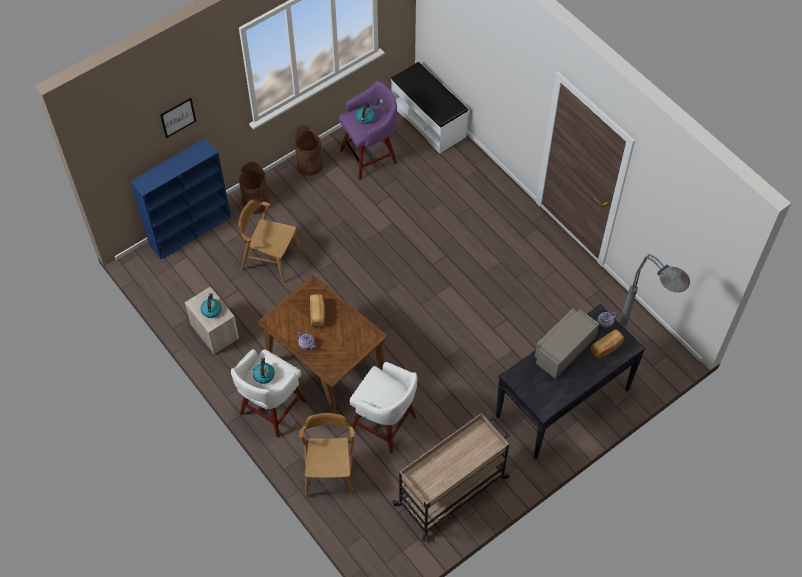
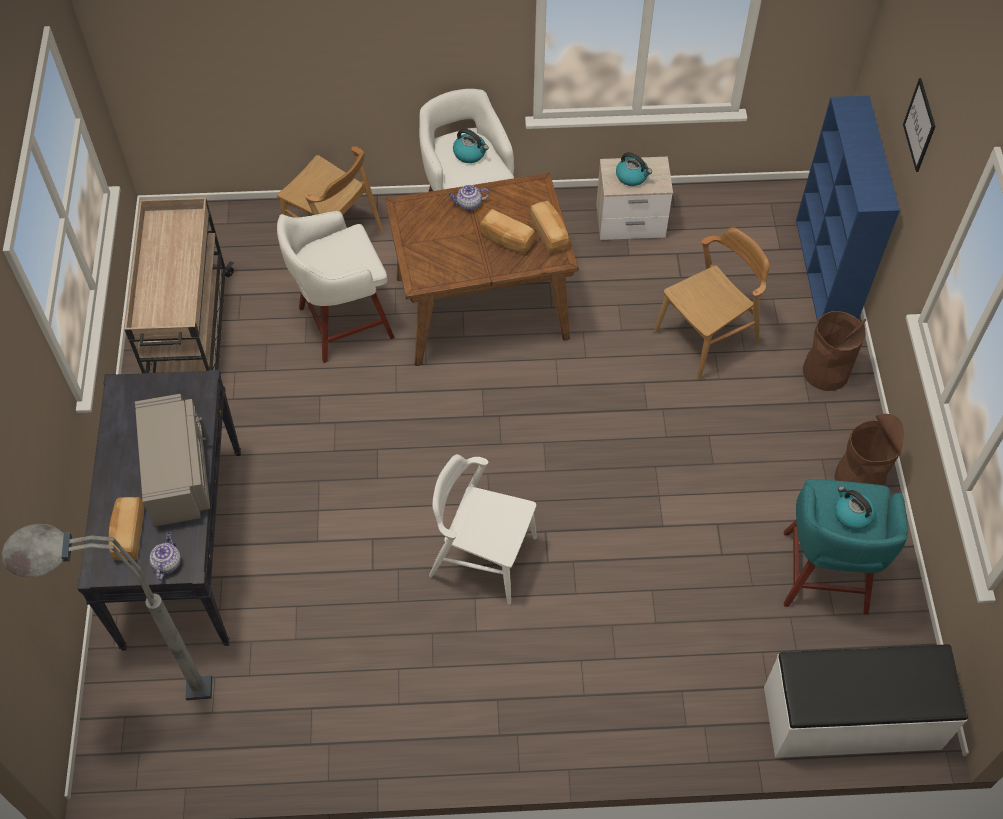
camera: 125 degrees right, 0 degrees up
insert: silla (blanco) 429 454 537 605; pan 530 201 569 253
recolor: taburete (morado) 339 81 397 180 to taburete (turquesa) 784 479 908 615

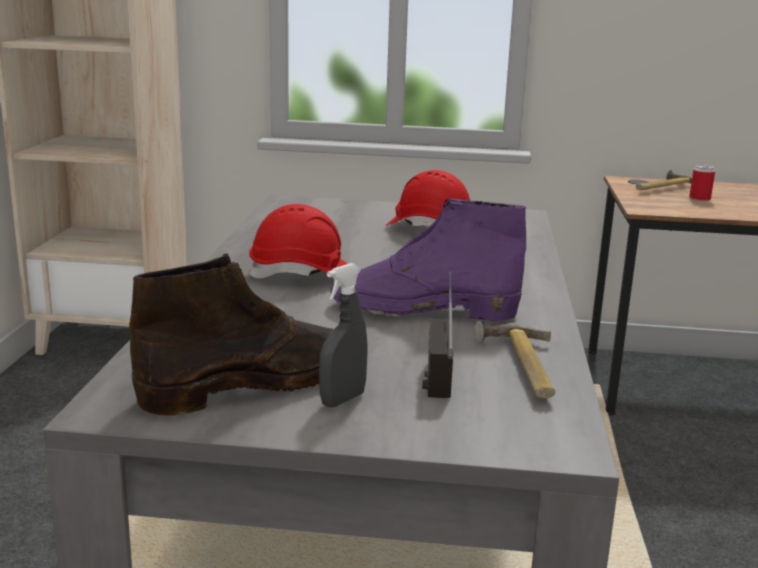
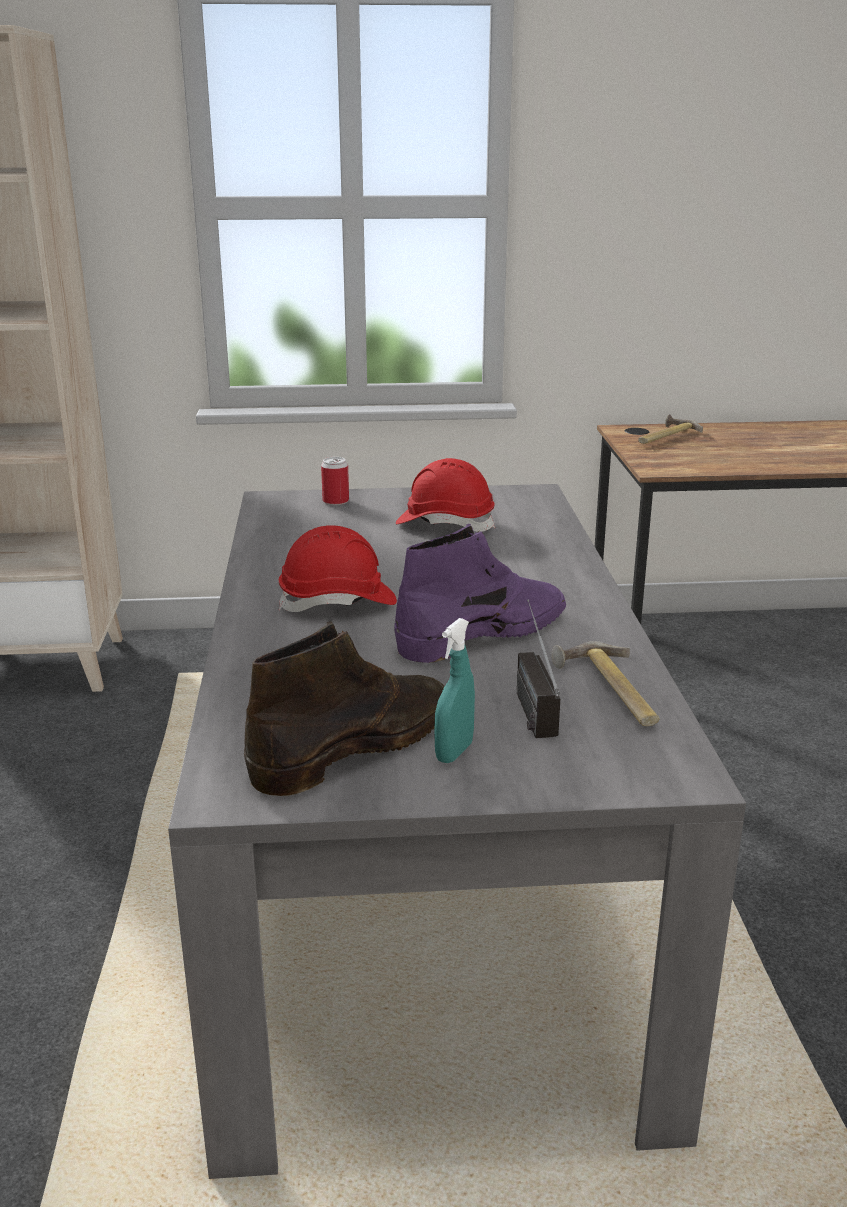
camera: 10 degrees left, 5 degrees up
move: lata 689 164 715 201 to 321 457 349 505
recolor: pulverizador (gris) 319 263 368 407 to pulverizador (turquesa) 434 618 475 763
rotate: bota (morado) 331 199 526 321 = 394 524 566 663 150 degrees clockwise

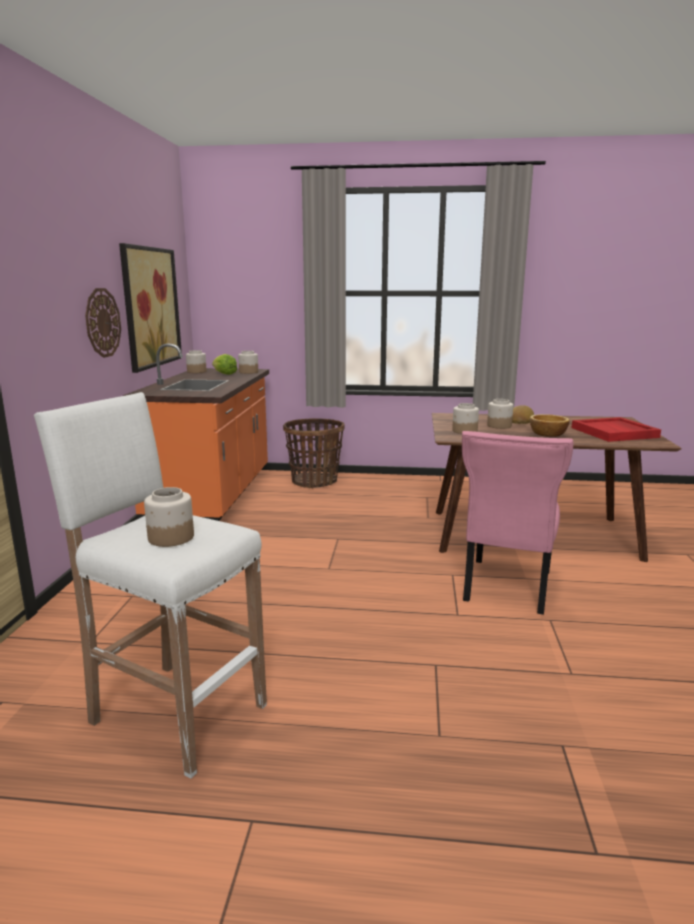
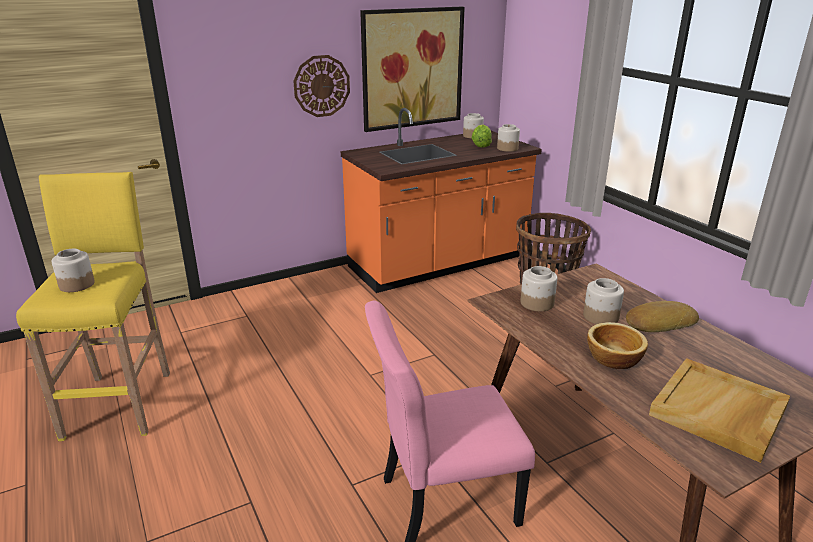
camera: 55 degrees right, 10 degrees up
recolor: taburete (blanco) 34 392 267 778 to taburete (amarillo) 16 172 170 441; bandeja (rojo) 572 417 661 442 to bandeja (beis) 649 358 790 463

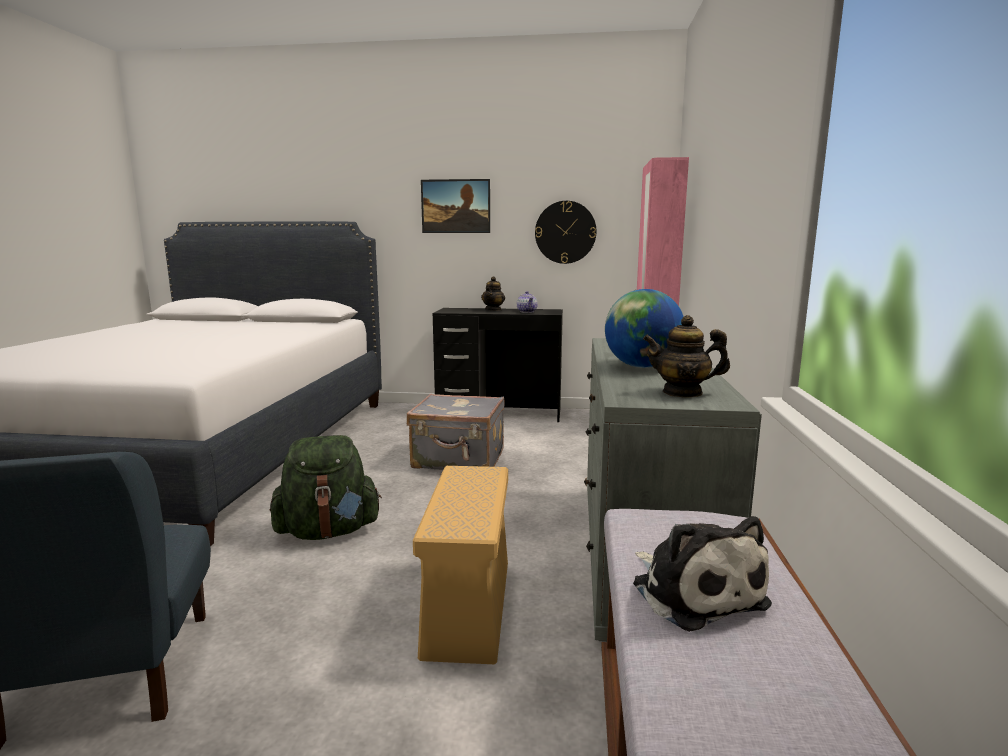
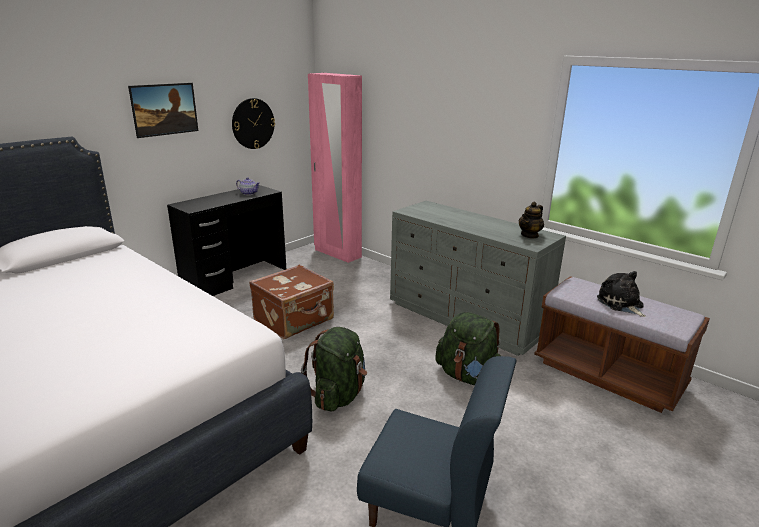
camera: 55 degrees left, 10 degrees up
delete: tetera 481 276 505 311; globo terráqueo 605 289 684 368
replace: caja de almacenaje (beis) 413 466 508 664 to mochila (verde) 435 312 501 385
recolor: maleta (gris) 407 394 505 470 to maleta (marrón) 249 264 334 339
rotate: peluche 633 516 772 632 = 597 271 646 317 120 degrees counterclockwise

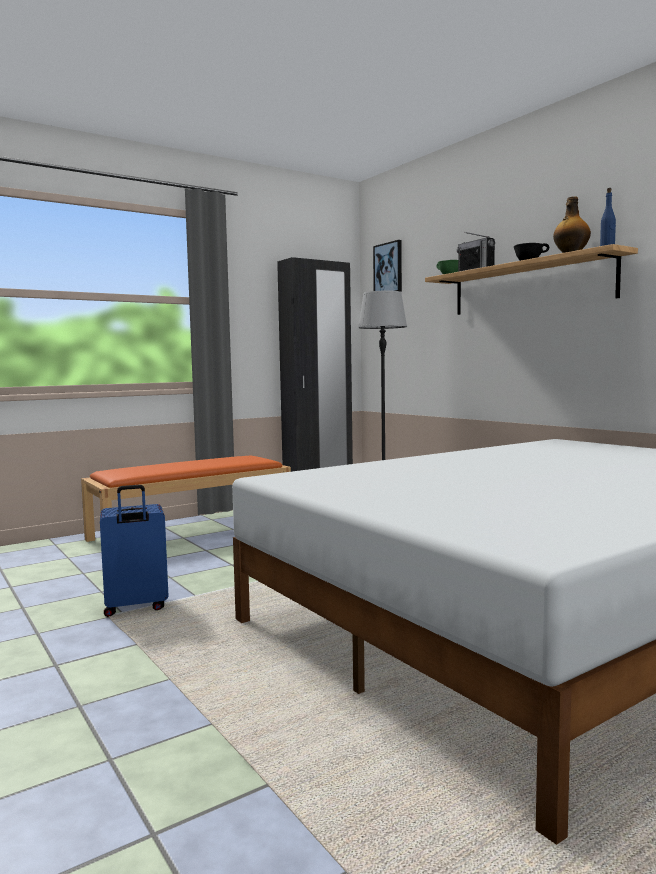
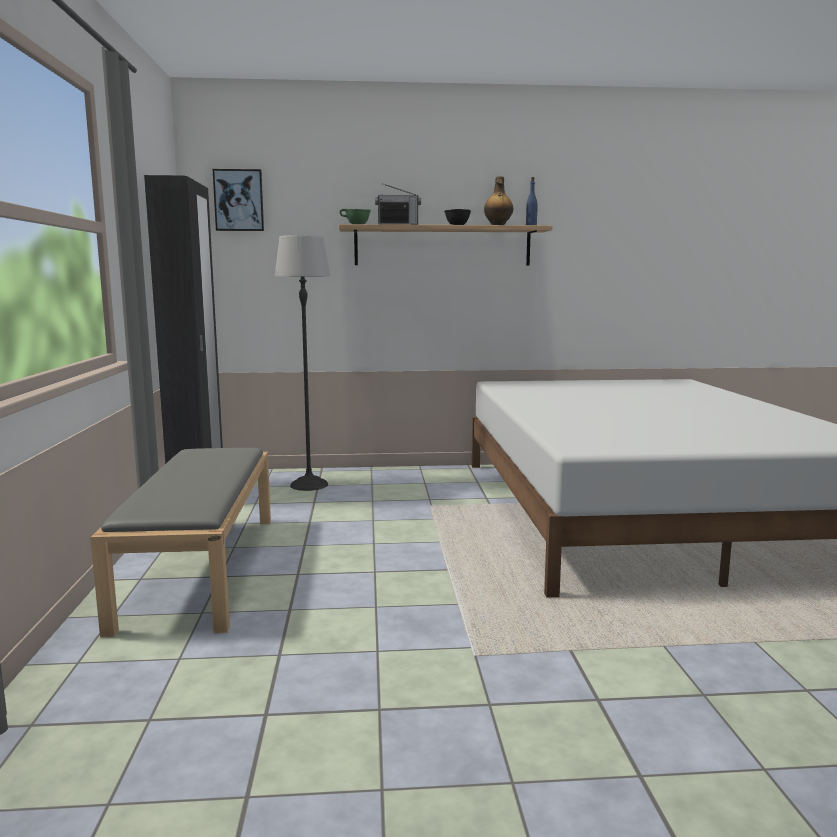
camera: 60 degrees left, 5 degrees up
delete: maleta (azul) 100 485 169 617
recolor: banco (naranja) 81 456 291 542 to banco (gris) 90 448 271 637

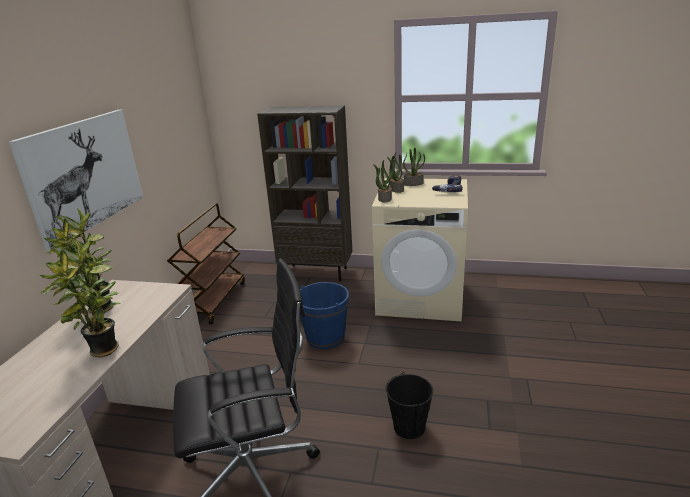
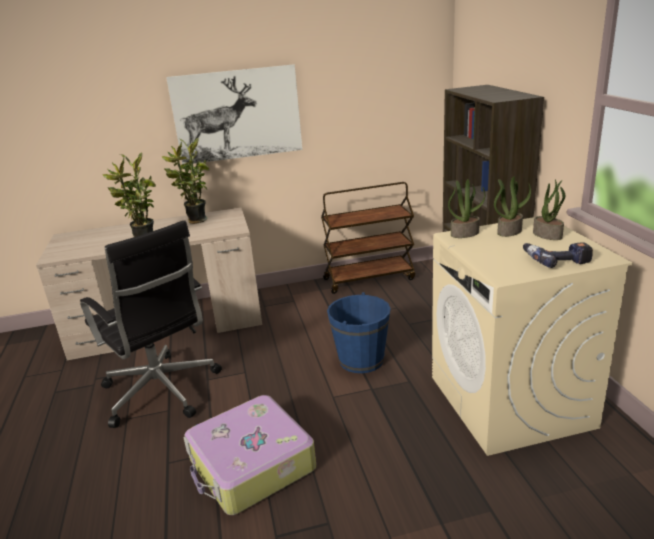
camera: 65 degrees right, 0 degrees up
replace: cubo (negro) 385 372 433 439 to maleta 184 395 316 515

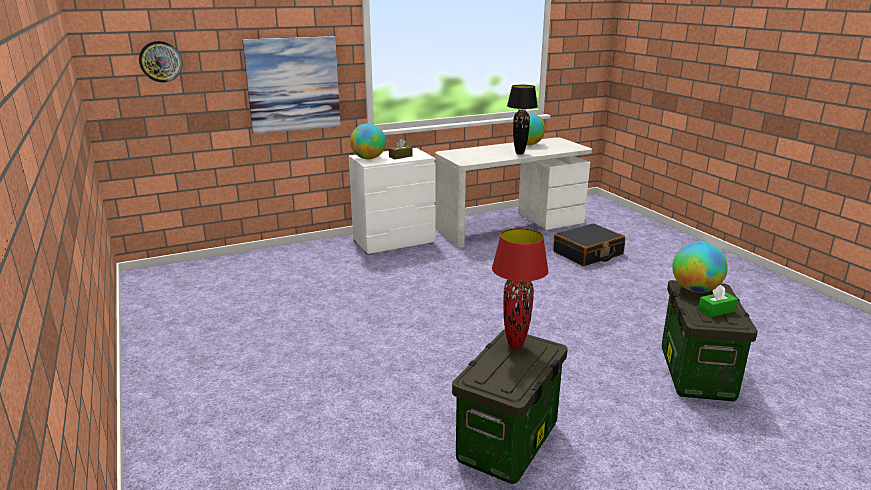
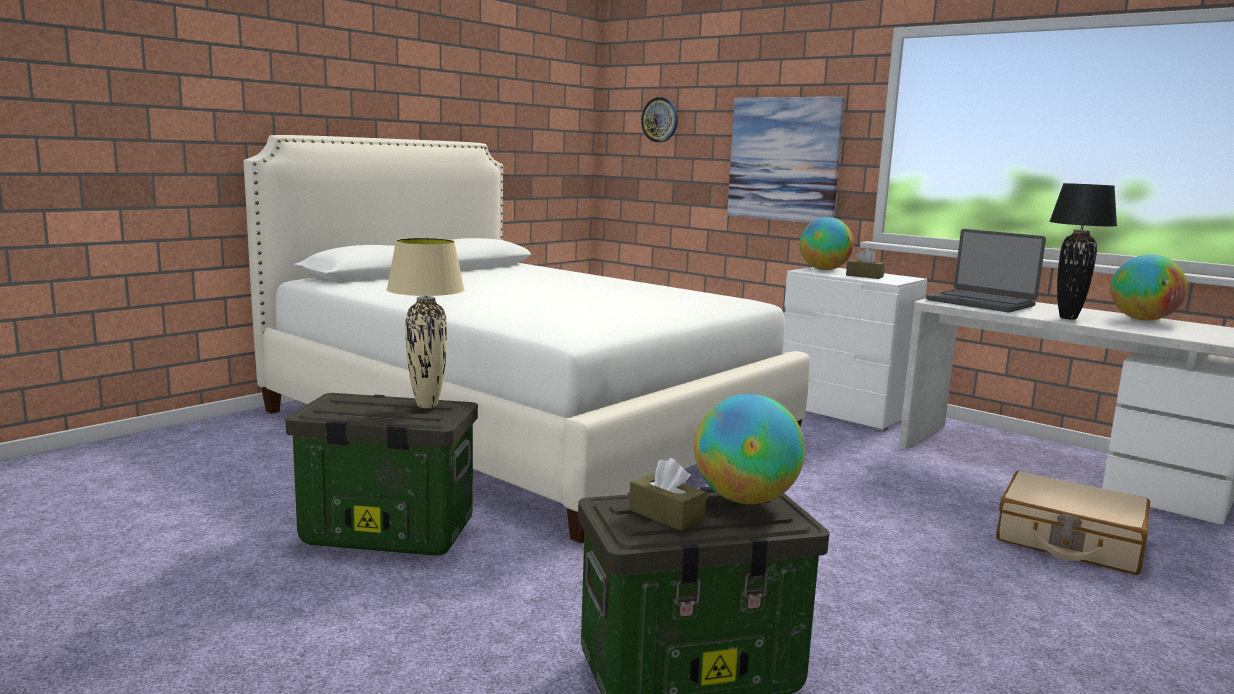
camera: 65 degrees right, 10 degrees down
insert: cama (blanco) 244 135 810 543; portátil 926 229 1046 312
recolor: lámpara de mesa (rojo) 492 228 549 349 to lámpara de mesa (beis) 386 238 465 408; maleta (negro) 553 223 625 266 to maleta (beis) 996 471 1150 575; caja de pañuelos (verde) 698 285 738 317 to caja de pañuelos (marrón) 629 458 706 531

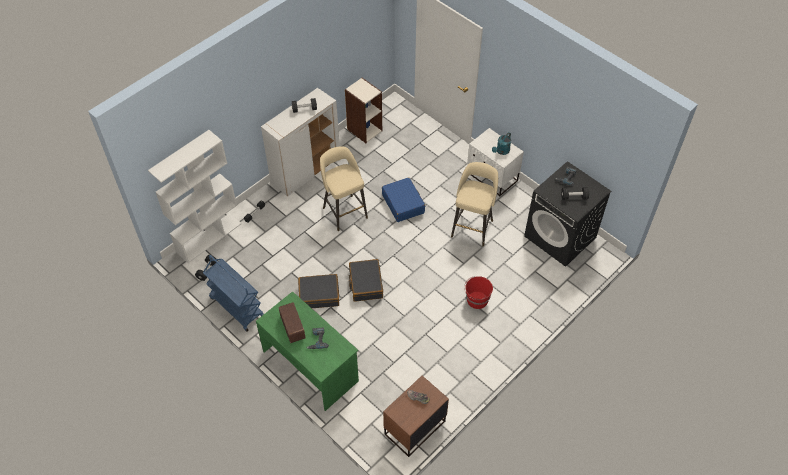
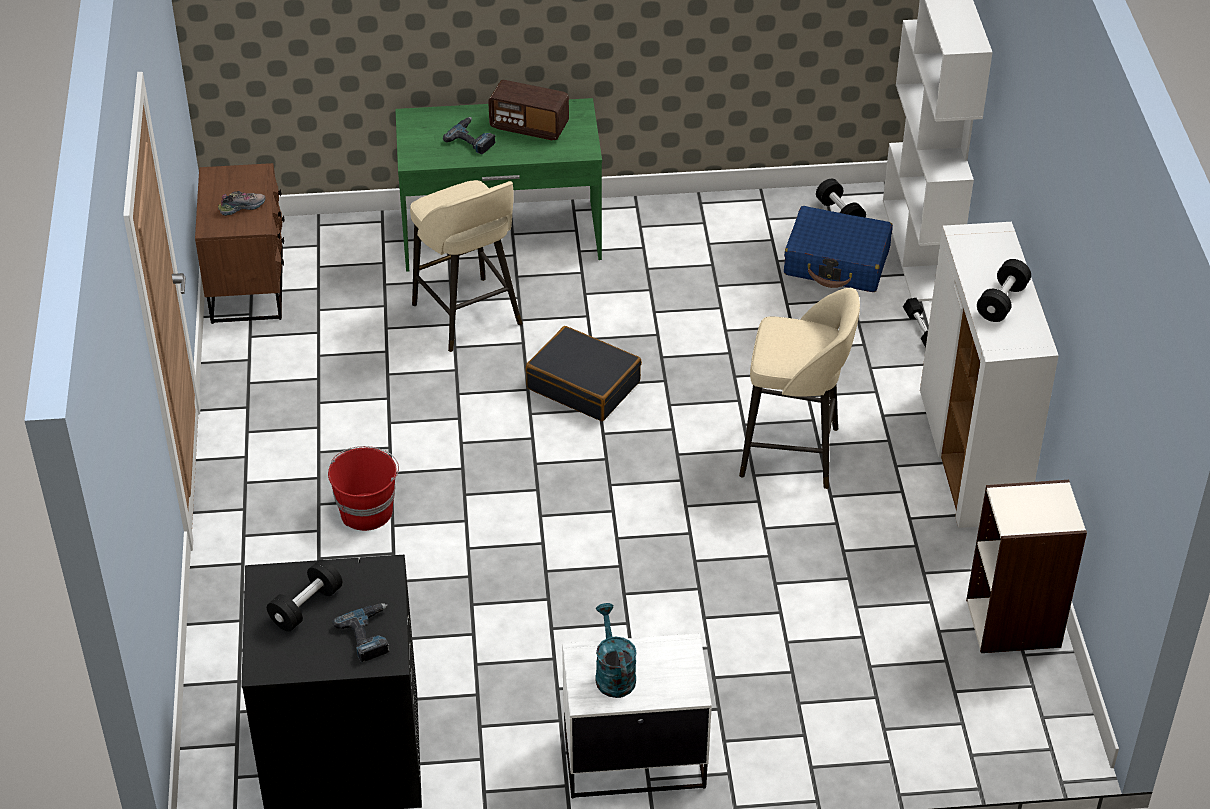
camera: 130 degrees right, 10 degrees down
delete: carrito (azul) 203 255 264 332; maleta (negro) 298 274 339 308
move: maleta (azul) 382 177 425 222 to 784 206 893 292; taburete (beis) 451 162 498 246 to 410 180 522 352

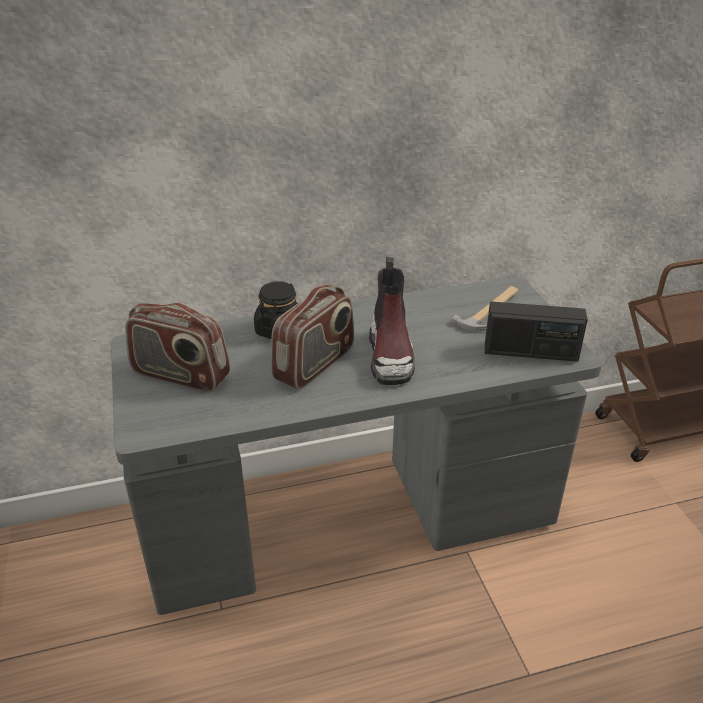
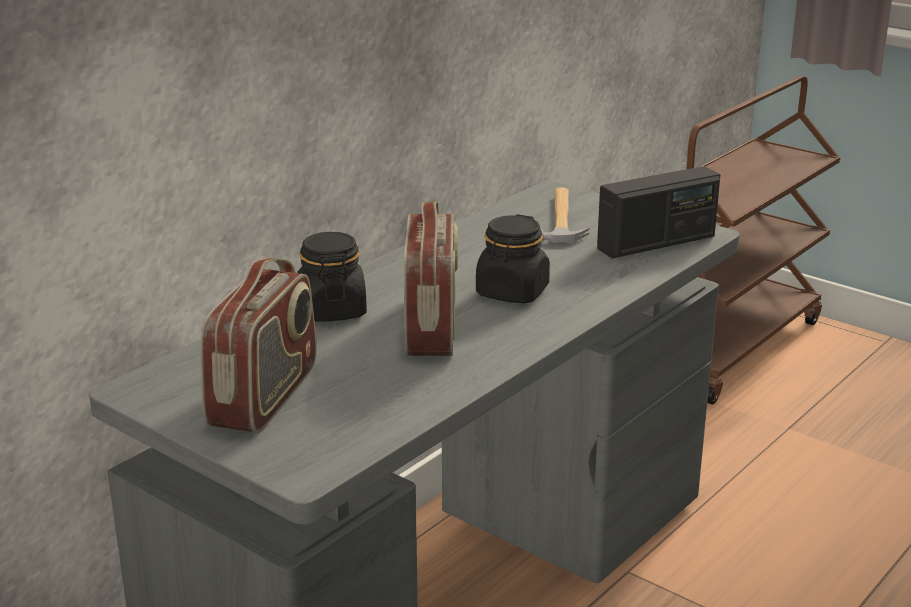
camera: 35 degrees left, 10 degrees down
replace: bota 369 257 415 385 to tarro (negro) 476 214 550 304
rotate: radio 125 303 230 392 = 200 258 317 433 60 degrees counterclockwise

